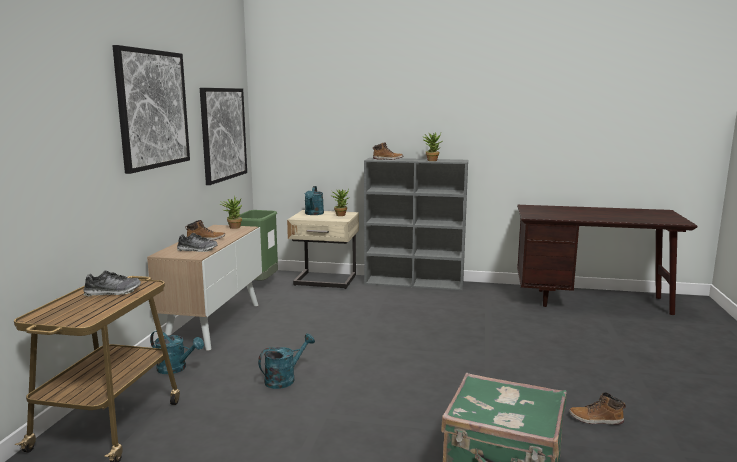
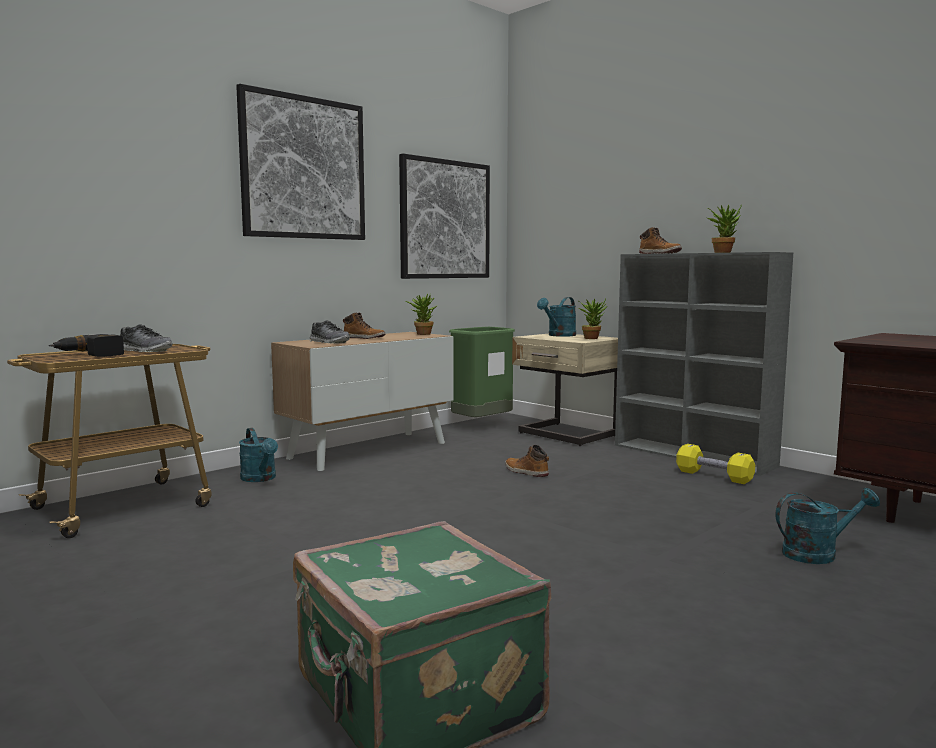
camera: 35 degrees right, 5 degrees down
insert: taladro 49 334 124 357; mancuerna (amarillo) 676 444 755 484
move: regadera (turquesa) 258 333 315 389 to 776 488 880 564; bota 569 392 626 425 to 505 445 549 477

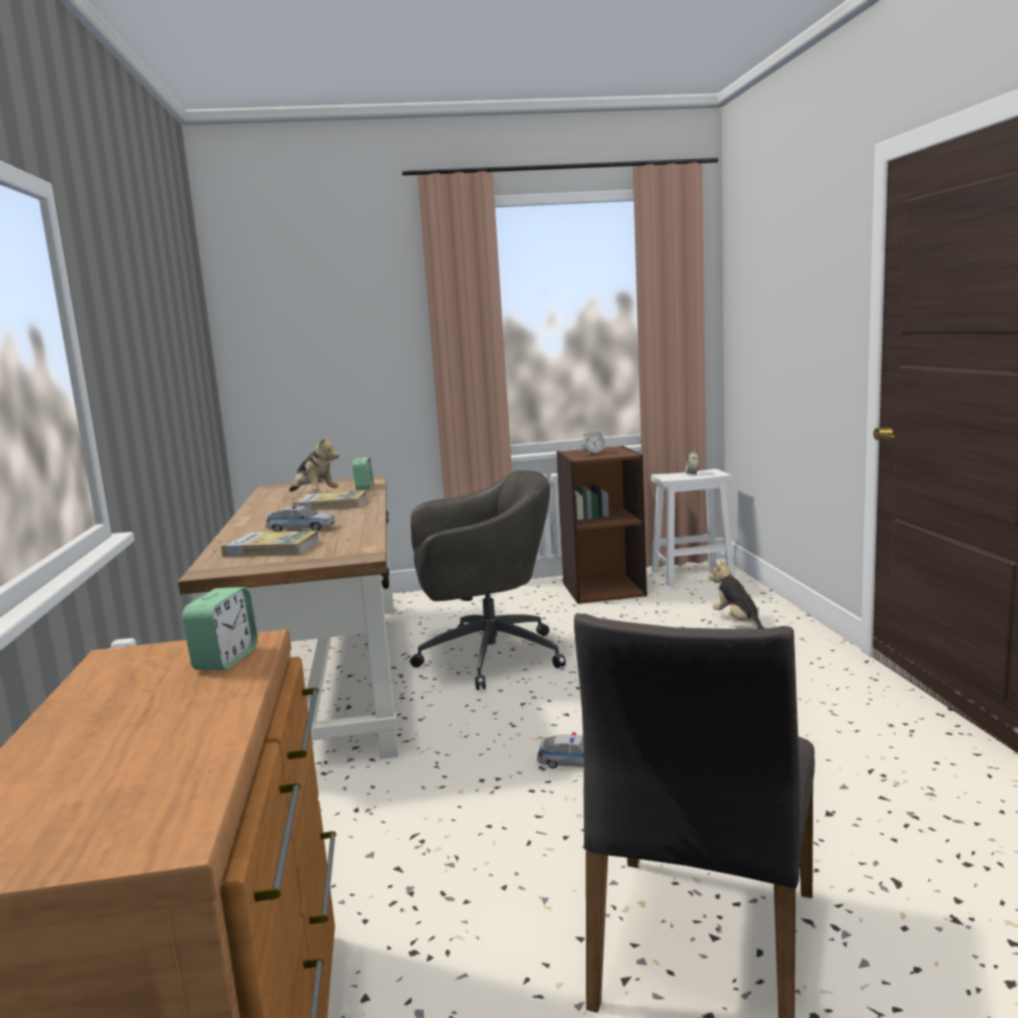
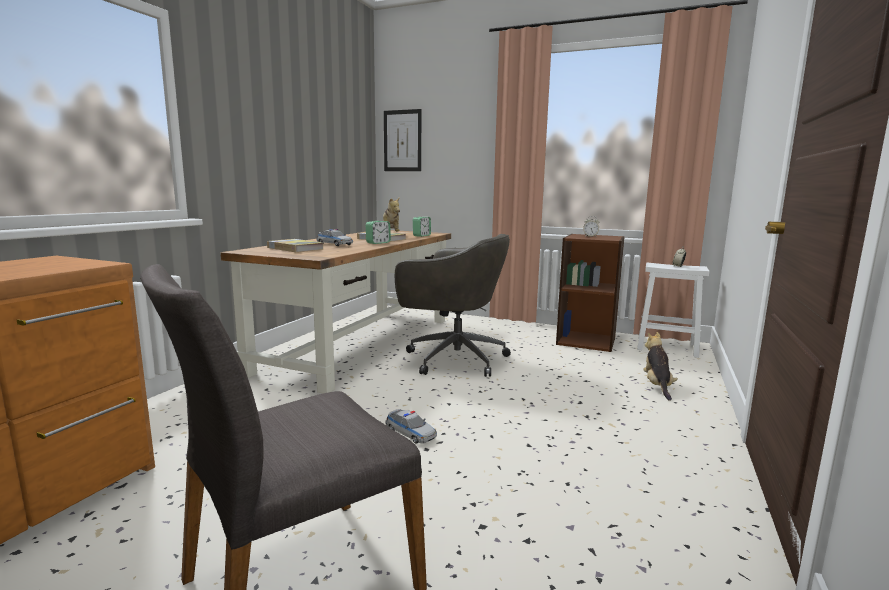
camera: 30 degrees right, 0 degrees up
insert: cuadro 384 109 421 171
move: despertador 182 587 258 670 to 366 221 391 244

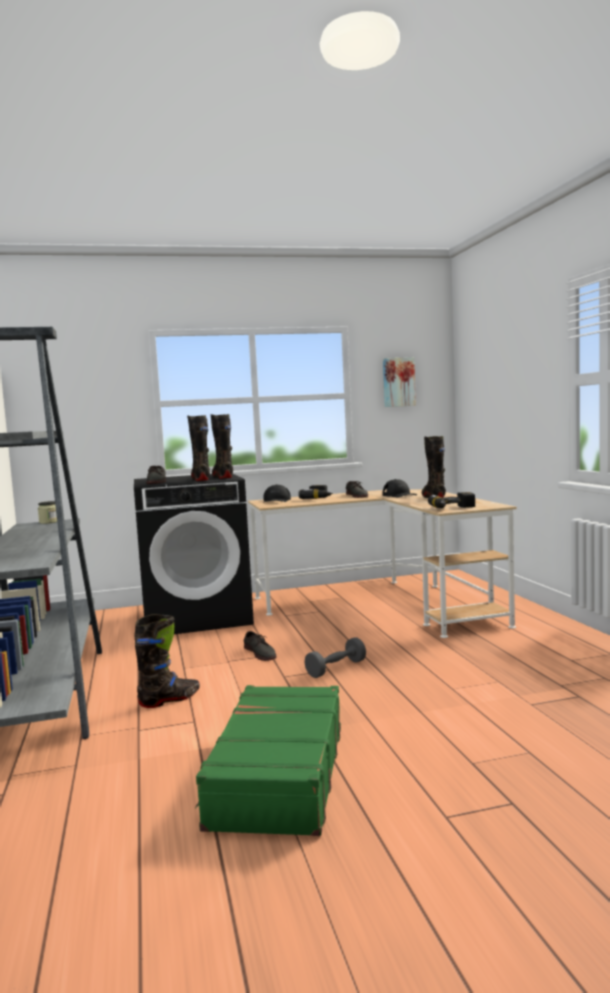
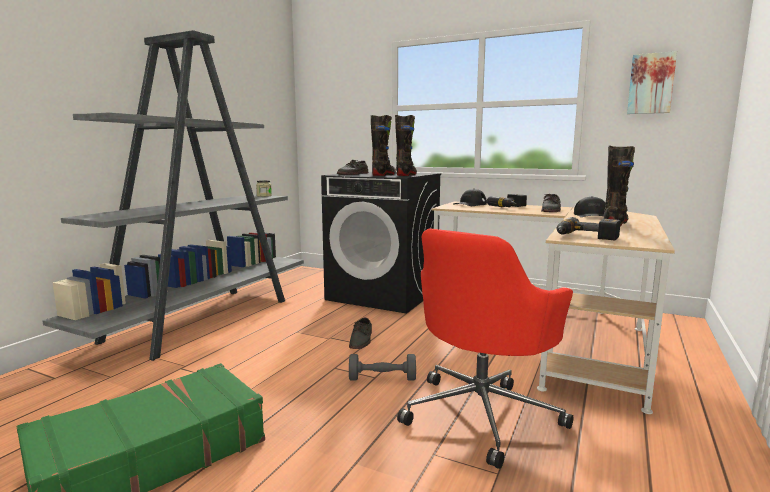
camera: 40 degrees right, 5 degrees up
delete: bota (negro) 134 614 200 708
insert: silla de oficina (rojo) 397 229 573 469

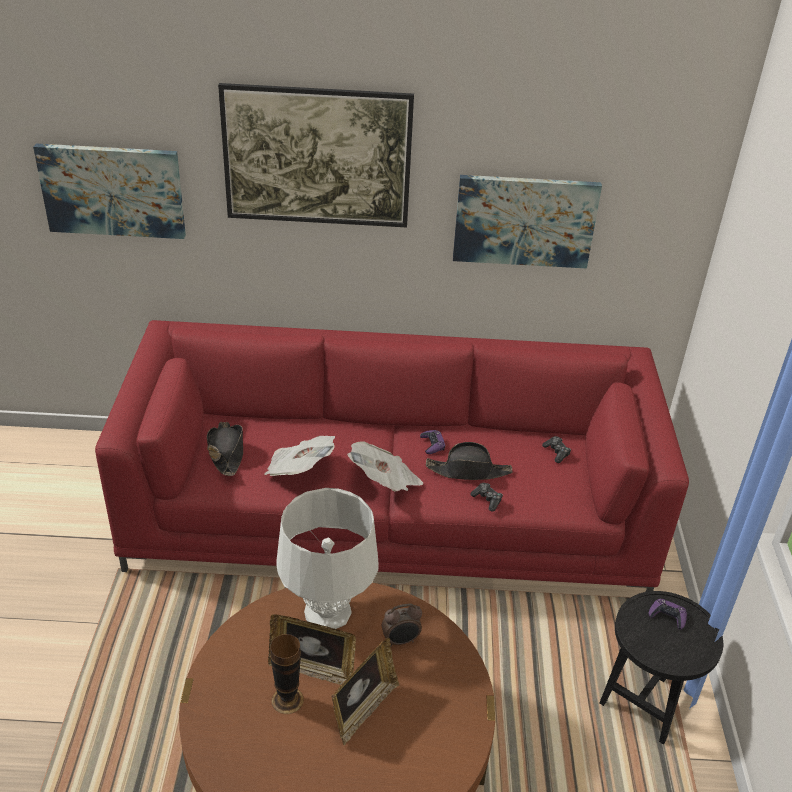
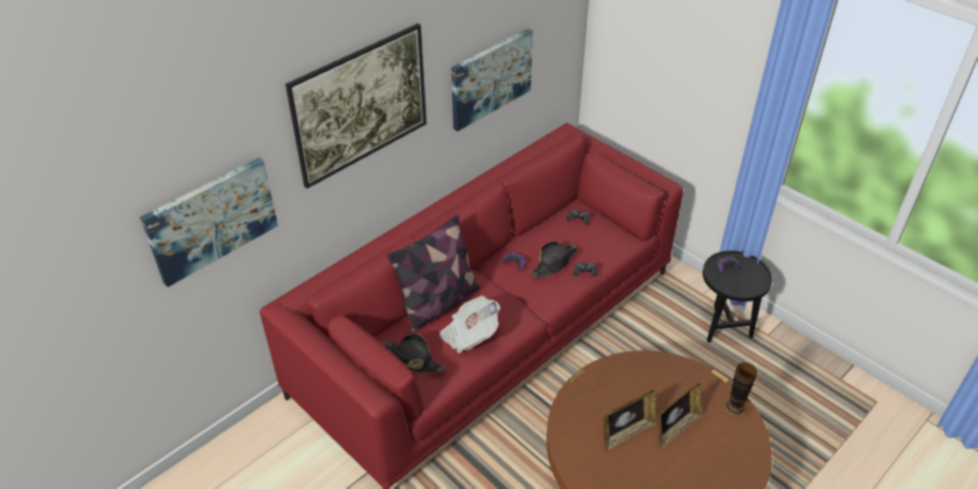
camera: 45 degrees left, 5 degrees up
delete: lámpara de mesa (blanco) 276 488 378 629; periódico 347 441 423 492; despertador 382 604 422 647
insert: cojín 387 214 480 333
move: florero 270 634 304 714 to 724 363 757 417
rotate: portarretratos 331 638 399 745 = 658 383 702 450 60 degrees clockwise

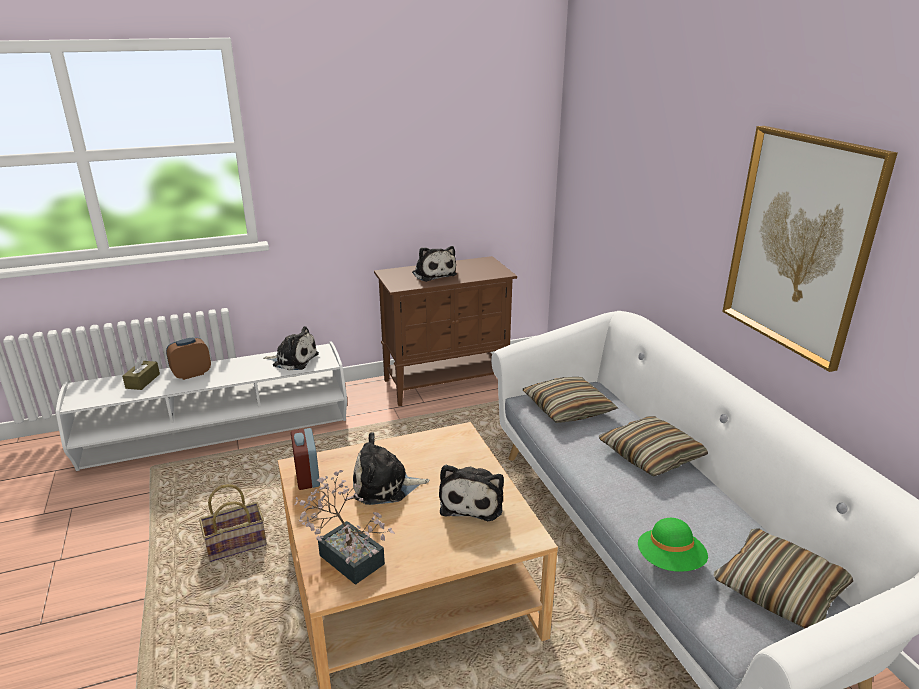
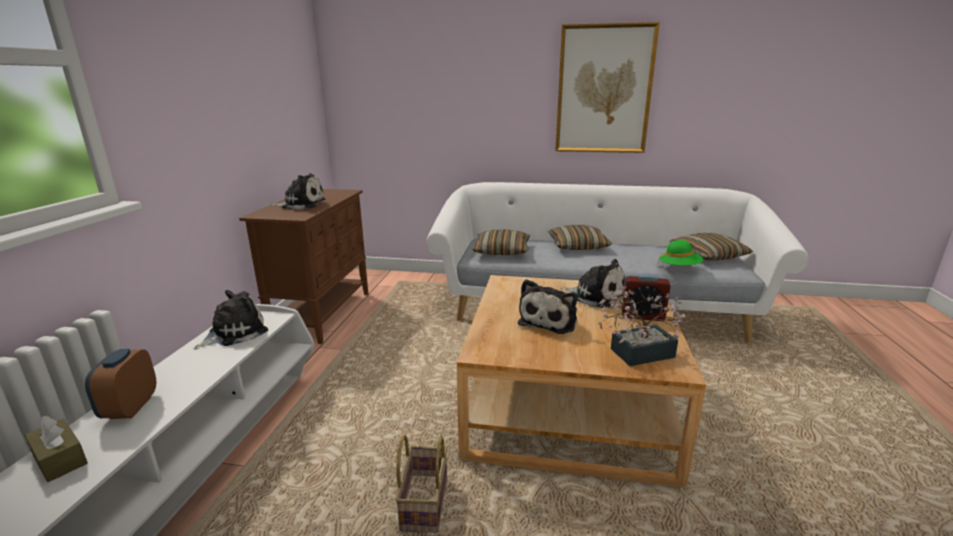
camera: 60 degrees left, 5 degrees down
move: despertador 291 428 320 490 to 622 274 671 321

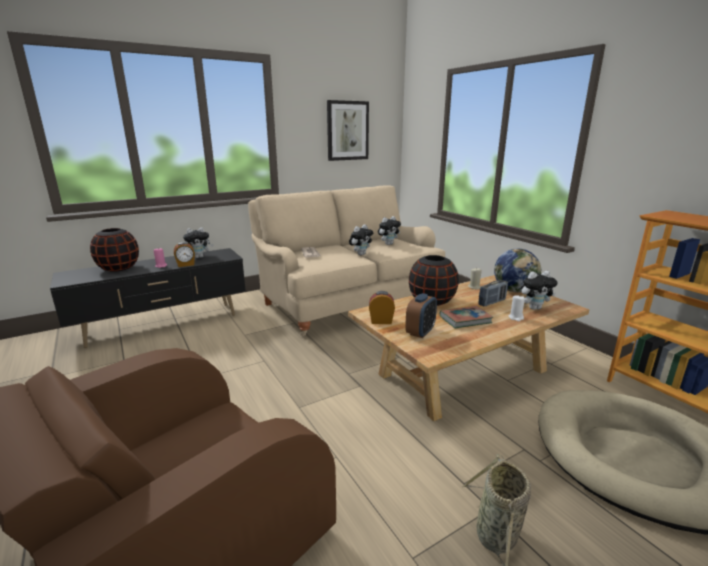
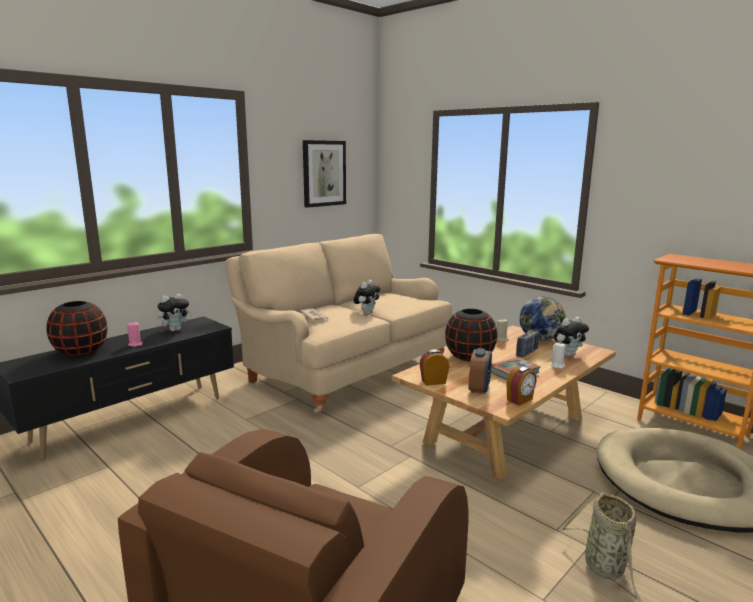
camera: 15 degrees left, 5 degrees down
delete: peluche 378 216 401 245
move: despertador 174 242 195 267 to 506 366 537 406

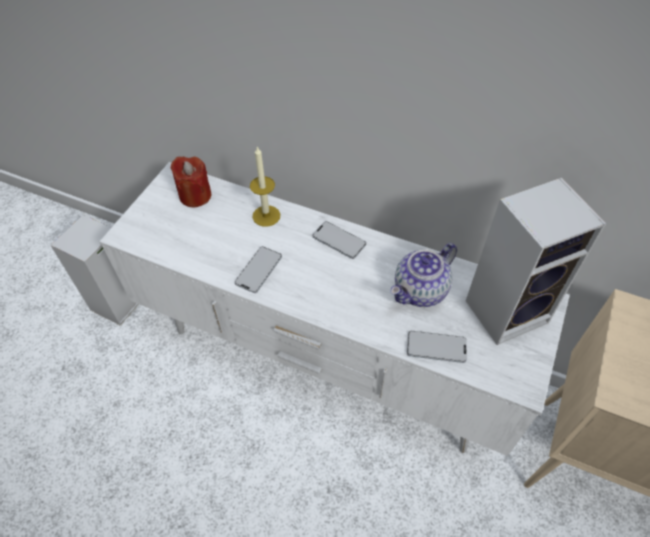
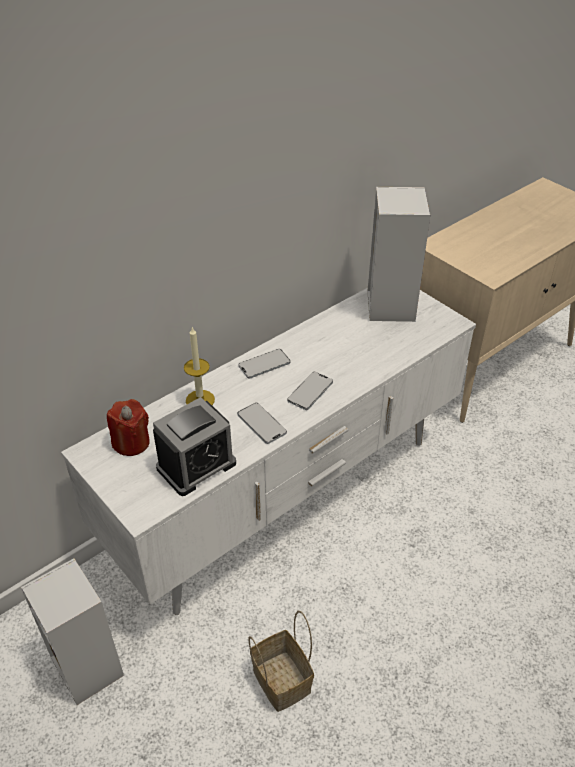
camera: 65 degrees left, 10 degrees down
delete: tetera 390 243 457 307
insert: despertador 153 397 236 496; cesta 248 611 314 712
move: móvil 407 331 467 363 to 287 372 333 410

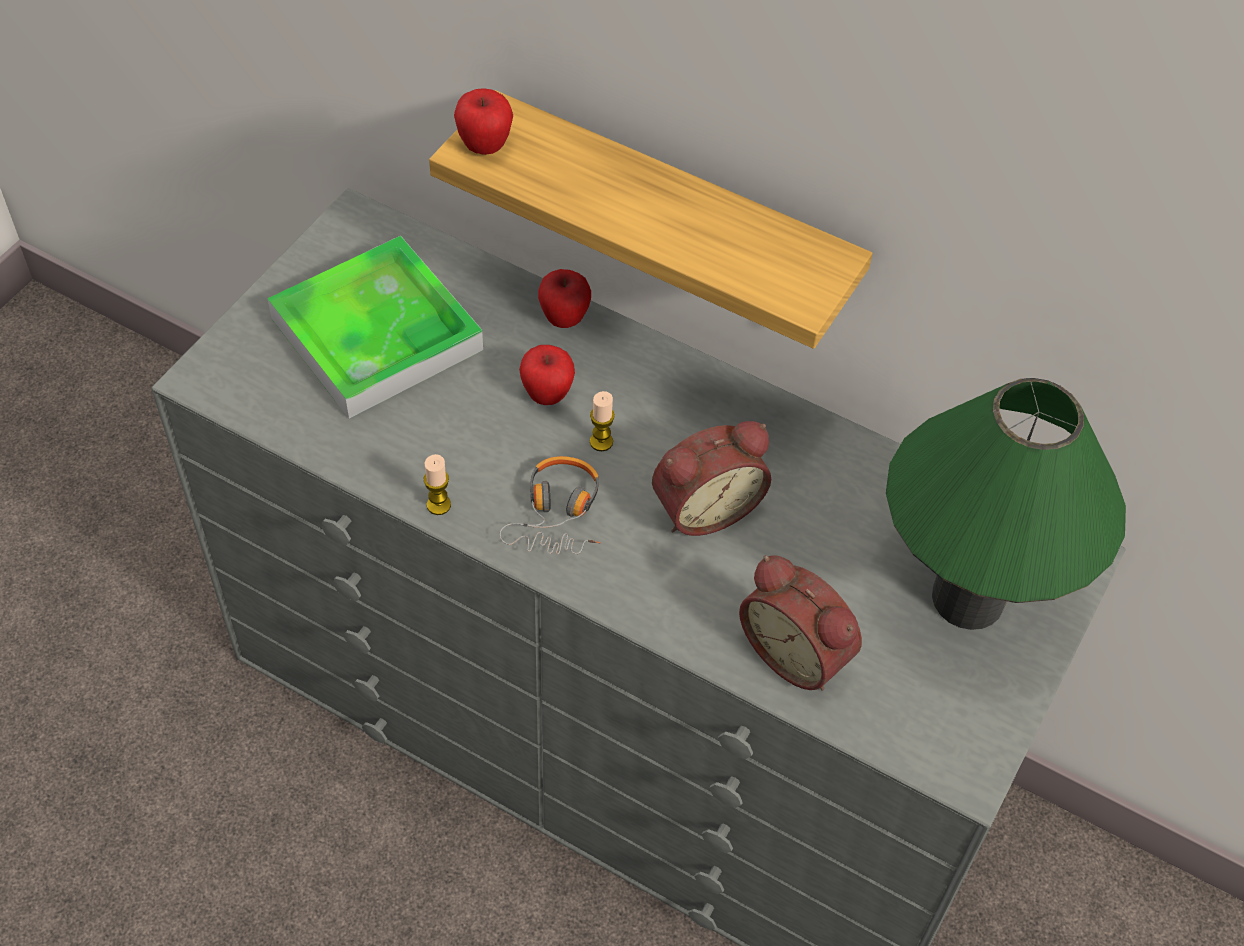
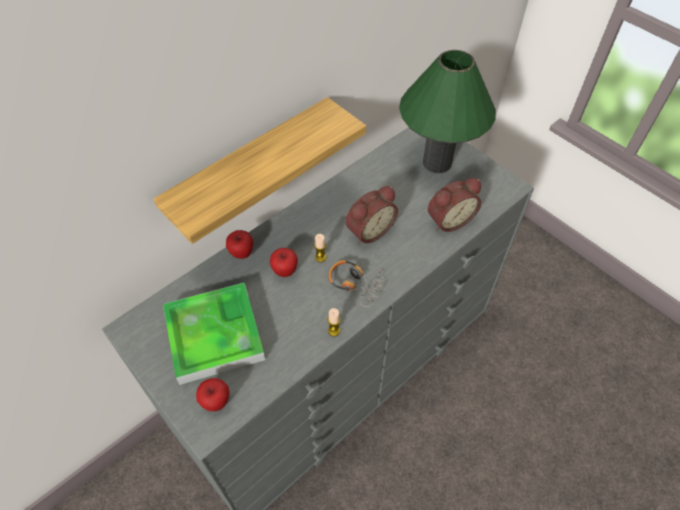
camera: 70 degrees left, 0 degrees up
move: manzana 454 88 513 155 to 196 378 229 411
rotate: despertador 652 421 771 536 = 346 186 398 244 60 degrees clockwise

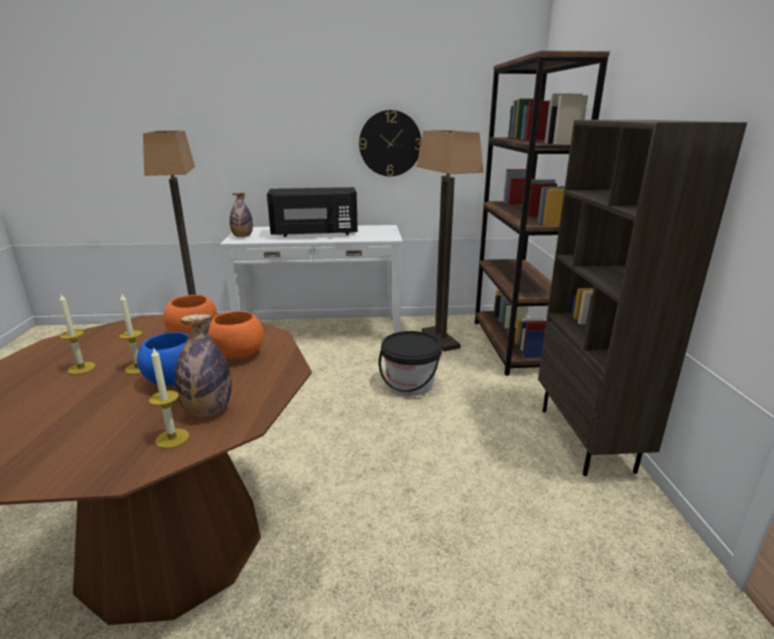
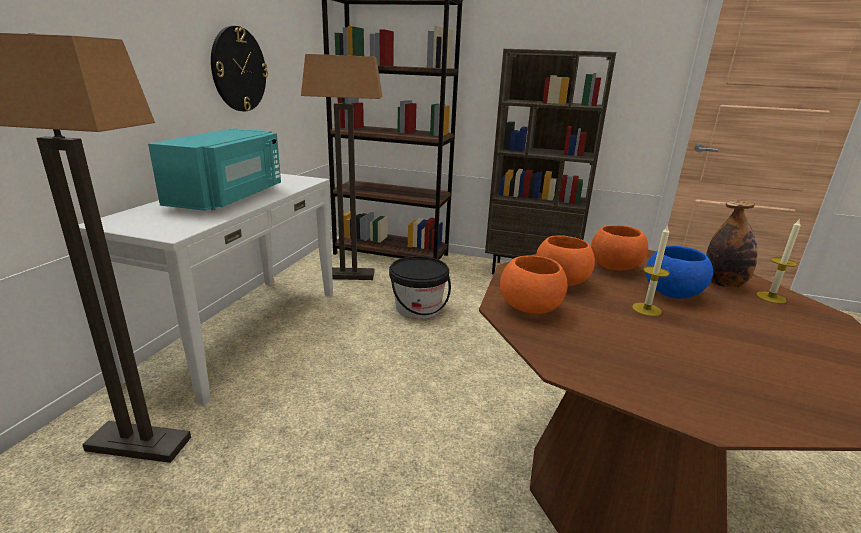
camera: 70 degrees left, 0 degrees up
delete: vela 59 294 96 374; botella 230 193 253 237
insert: cuenco (naranja) 500 255 568 314
recolor: microondas (negro) 267 187 358 237 to microondas (turquesa) 148 128 281 211

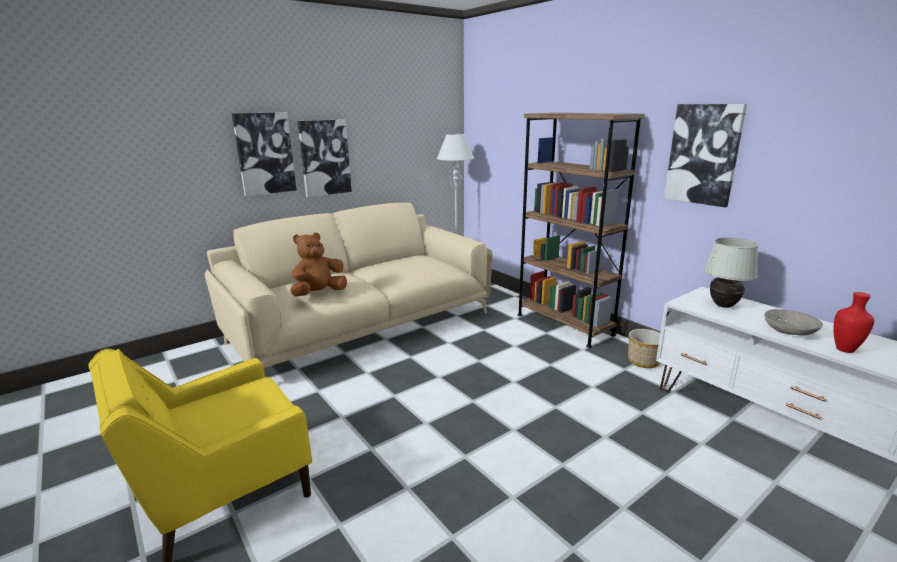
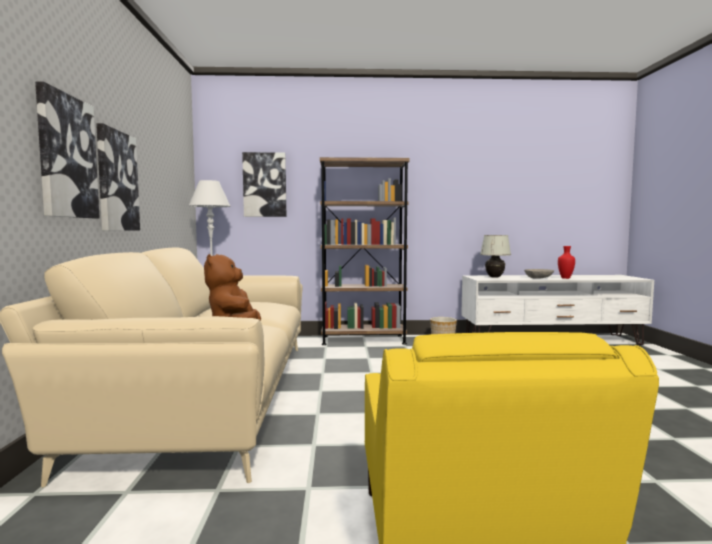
camera: 55 degrees left, 15 degrees down
move: cuadro 664 104 747 207 to 242 152 286 217

